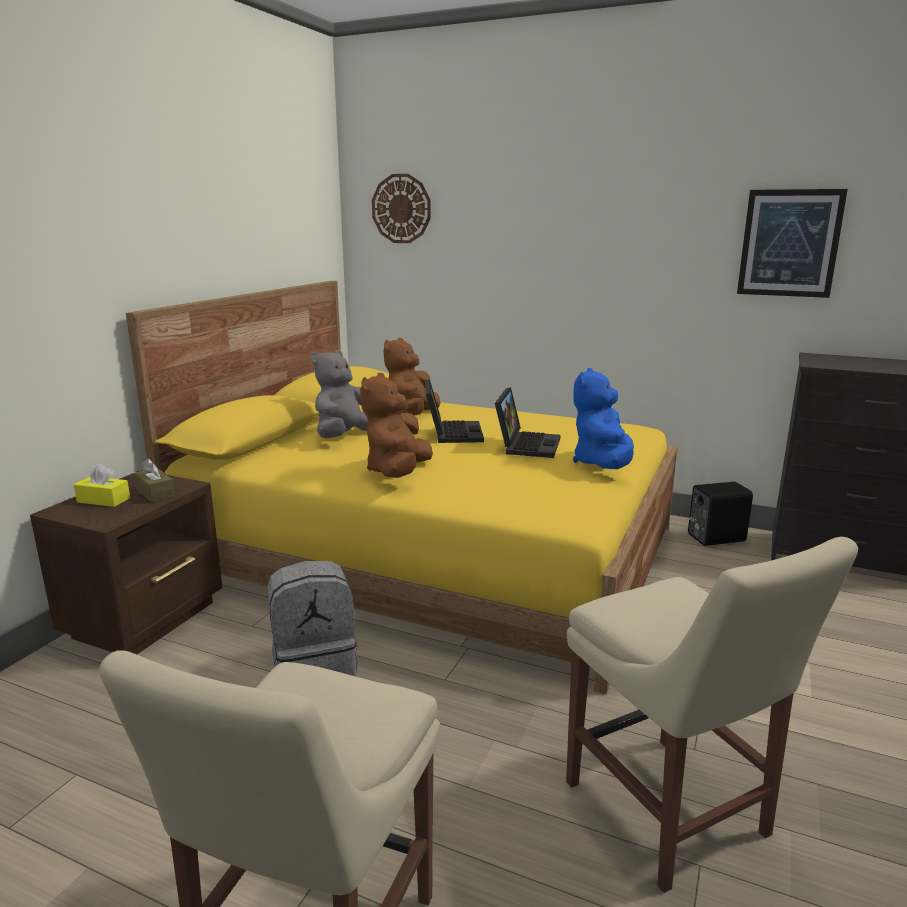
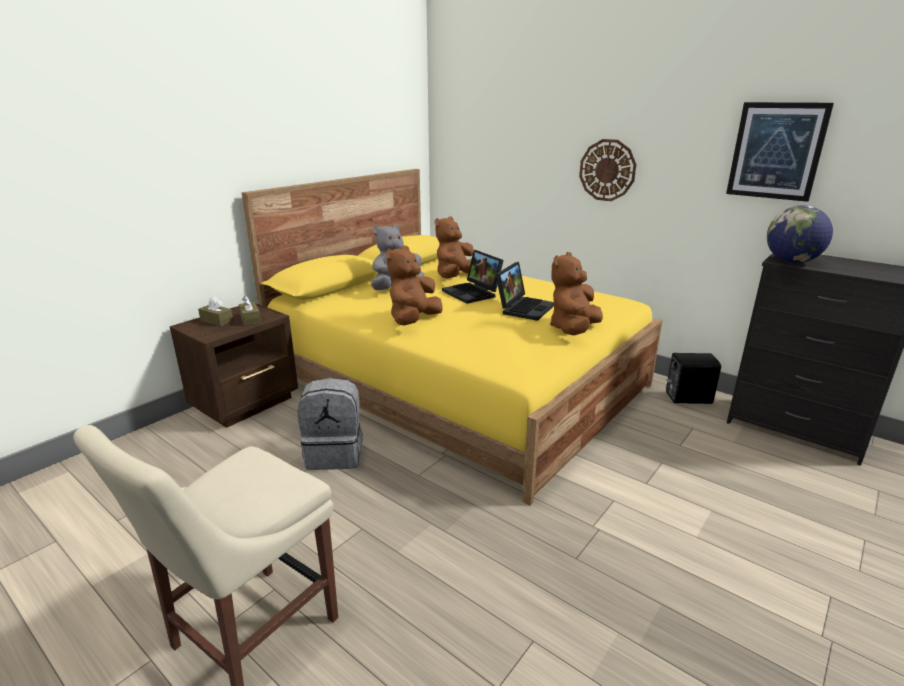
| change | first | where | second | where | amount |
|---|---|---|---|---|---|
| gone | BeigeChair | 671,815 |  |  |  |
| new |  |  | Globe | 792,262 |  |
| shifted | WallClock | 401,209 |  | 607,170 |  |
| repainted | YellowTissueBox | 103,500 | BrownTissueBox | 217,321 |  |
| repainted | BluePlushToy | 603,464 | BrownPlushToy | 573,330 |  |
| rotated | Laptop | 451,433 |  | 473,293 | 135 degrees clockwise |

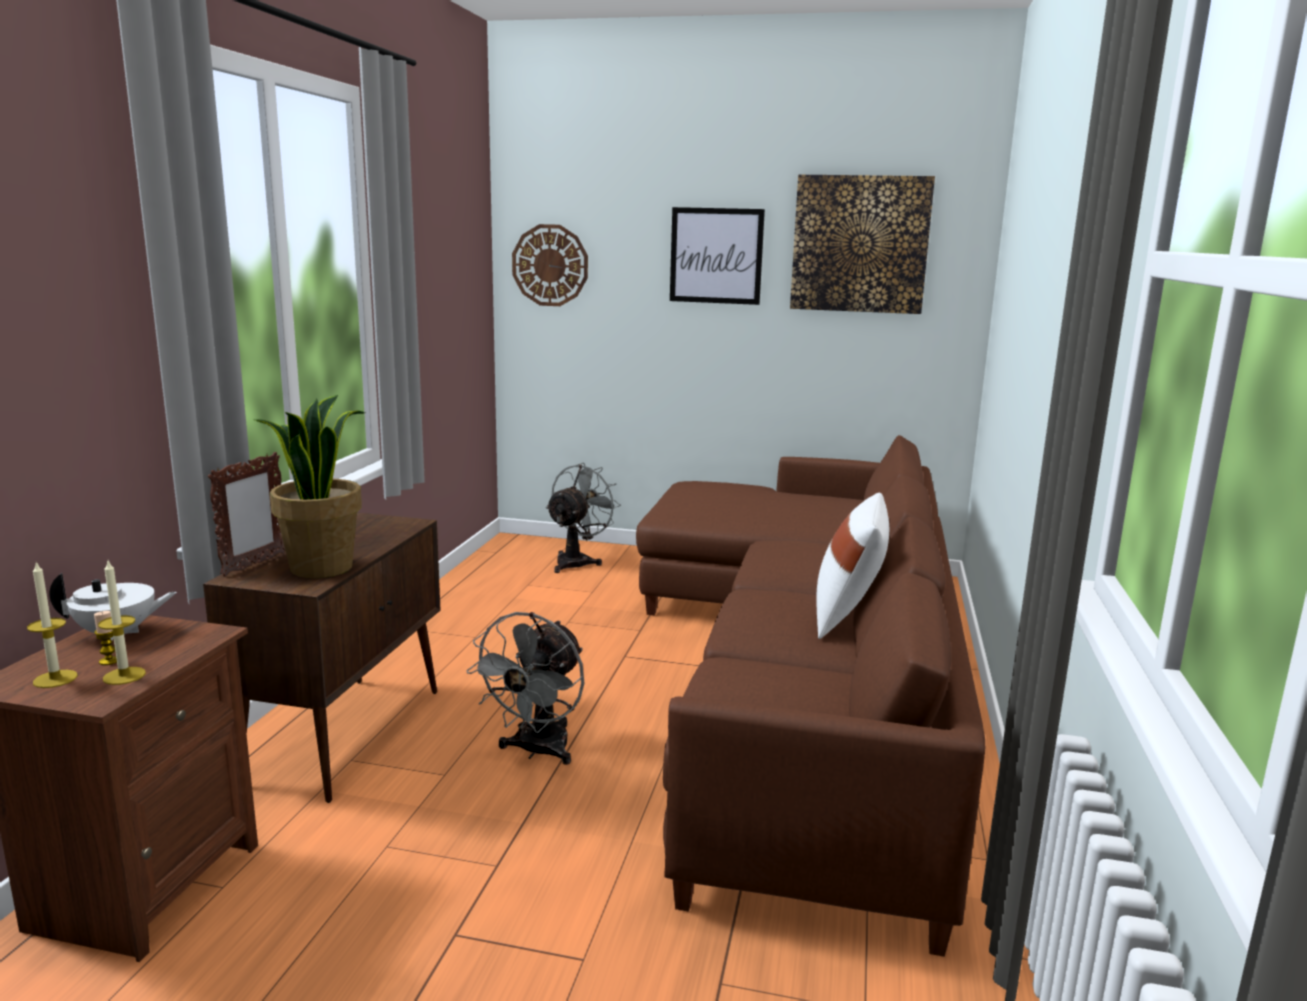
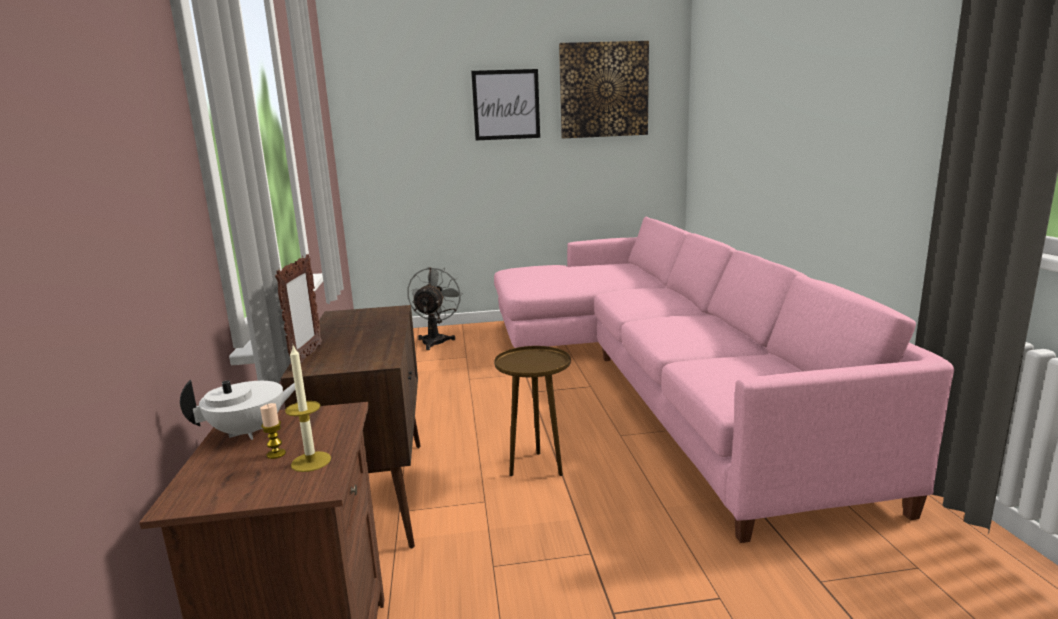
| change | first | where | second | where | amount |
|---|---|---|---|---|---|
| gone | Candle | 55,679 |  |  |  |
| gone | PottedPlant | 321,567 |  |  |  |
| gone | WallClock | 550,265 |  |  |  |
| gone | WhitePillow | 847,617 |  |  |  |
| swapped | GreyFan | 537,751 | BrownSideTable | 536,467 |  |
| repainted | BrownSofa | 801,667 | PinkSofa | 651,374 |  |

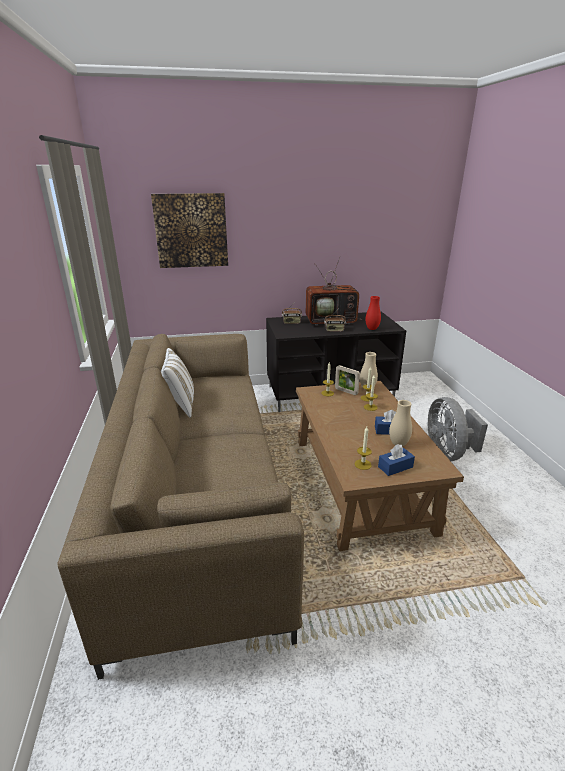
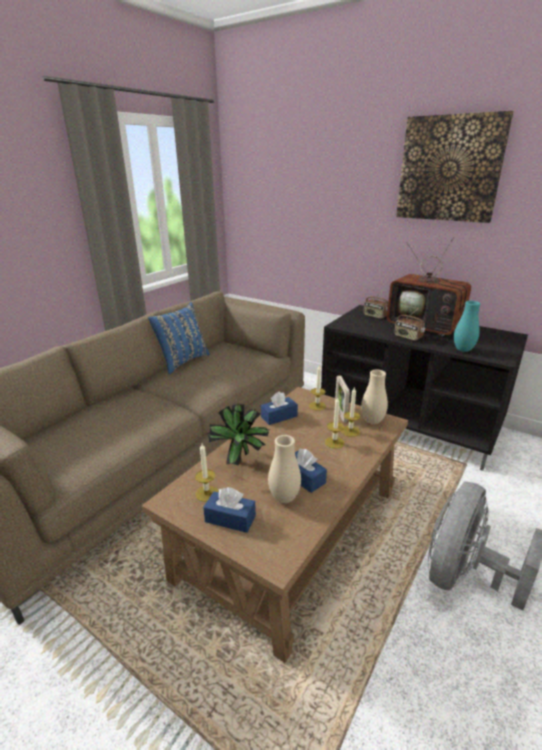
| change | first | where | second | where | amount |
|---|---|---|---|---|---|
| new |  |  | PottedPlant | 242,463 |  |
| new |  |  | BlueTissueBox | 279,416 |  |
| shifted | Picture | 191,231 |  | 449,169 |  |
| repainted | WhitePillow | 180,405 | BluePillow | 182,361 |  |
| repainted | RedVase | 372,329 | TurquoiseVase | 463,350 |  |

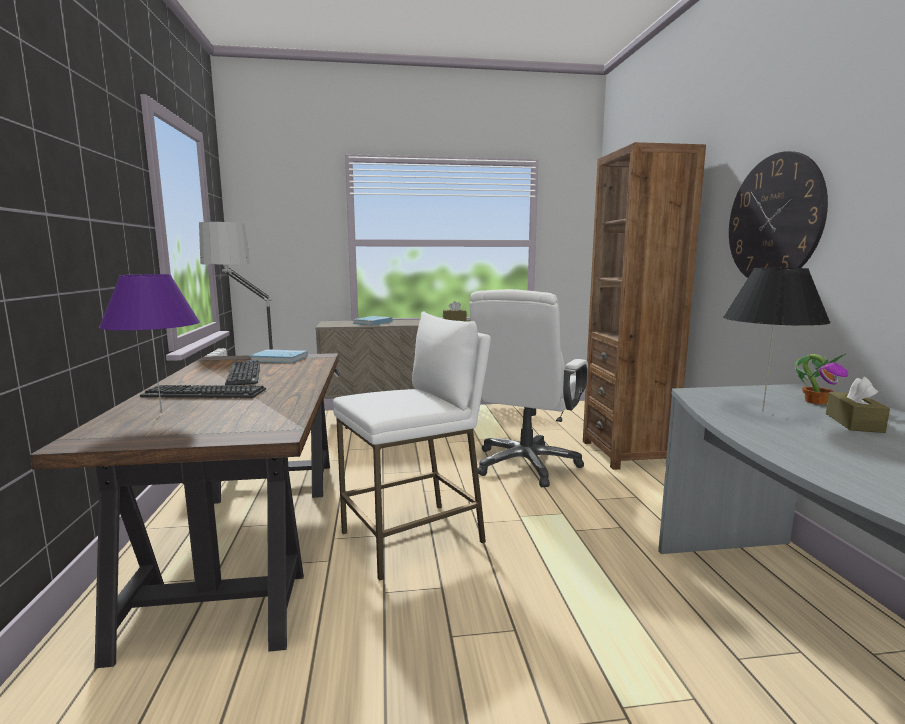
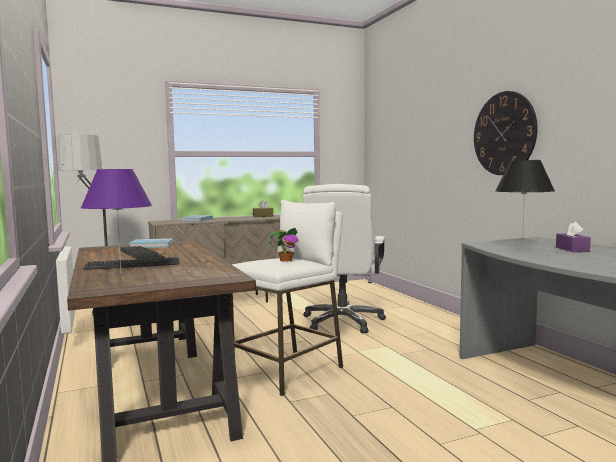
| change | first | where | second | where | amount |
|---|---|---|---|---|---|
| gone | BrownBookcase | 627,453 |  |  |  |
| shifted | PottedPlant | 815,401 |  | 286,260 |  |
| repainted | BrownTissueBox | 854,423 | PurpleTissueBox | 572,249 |  |

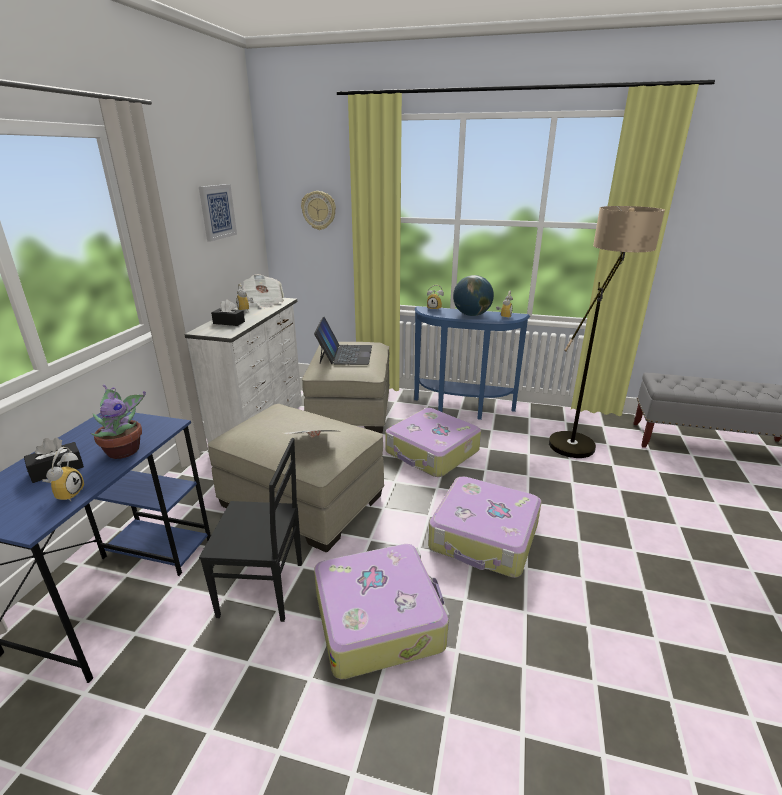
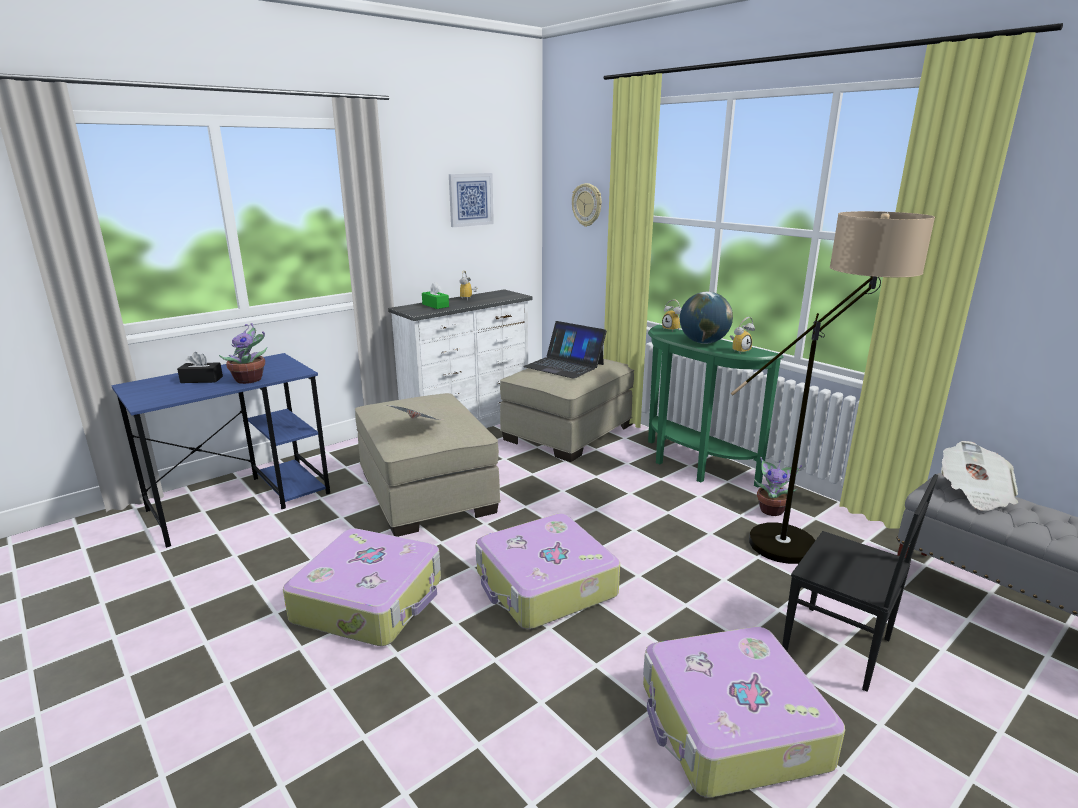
| change | first | where | second | where | amount |
|---|---|---|---|---|---|
| gone | AlarmClock | 67,494 |  |  |  |
| new |  |  | PottedPlant | 772,510 |  |
| shifted | BlackChair | 263,590 |  | 838,648 |  |
| shifted | Newspaper | 265,302 |  | 974,493 |  |
| shifted | Suitcase | 432,452 |  | 731,726 |  |
| repainted | BlackTissueBox | 229,322 | GreenTissueBox | 435,305 |  |
| repainted | BlueConsoleTable | 462,410 | GreenConsoleTable | 691,467 |  |
| rotated | Laptop | 345,354 |  | 564,365 | 90 degrees clockwise |

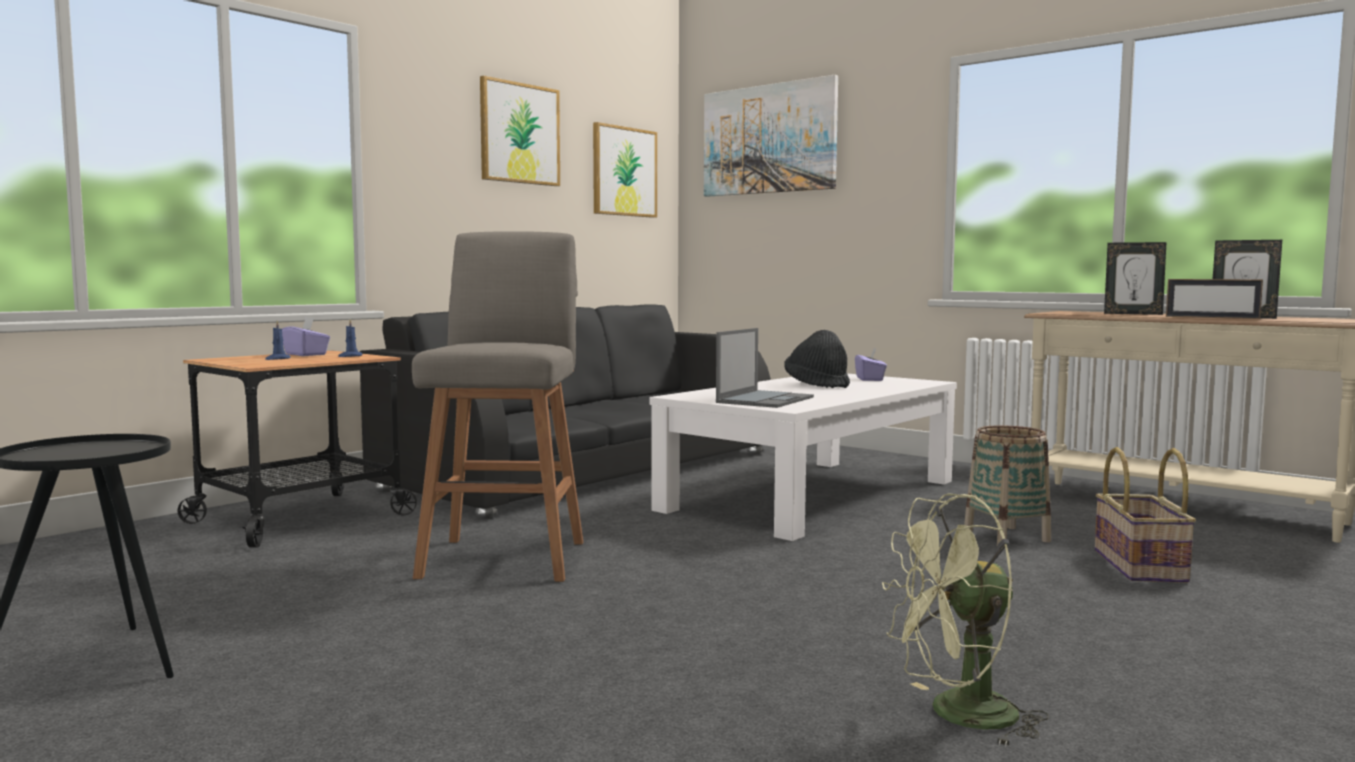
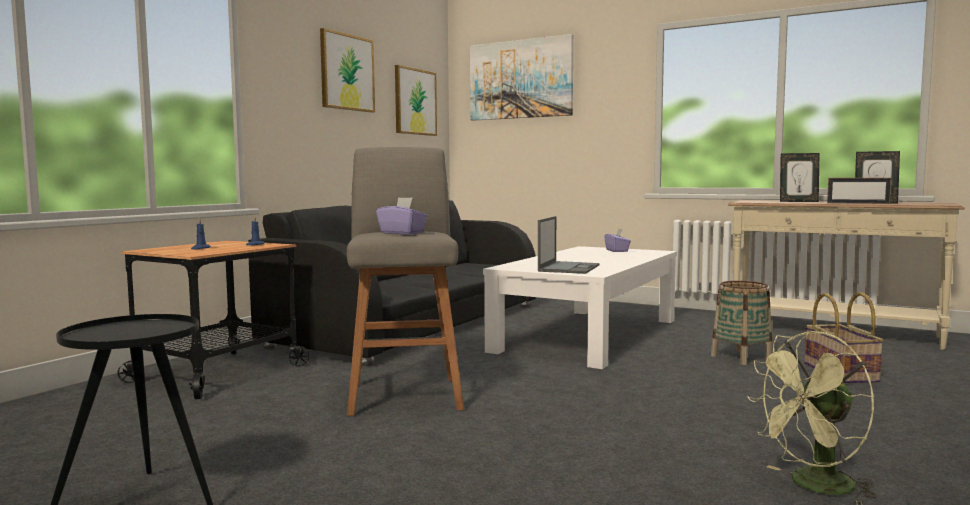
| change | first | where | second | where | amount |
|---|---|---|---|---|---|
| gone | BlackHat | 817,385 |  |  |  |
| shifted | PurpleTissueBox | 306,354 |  | 402,233 |  |

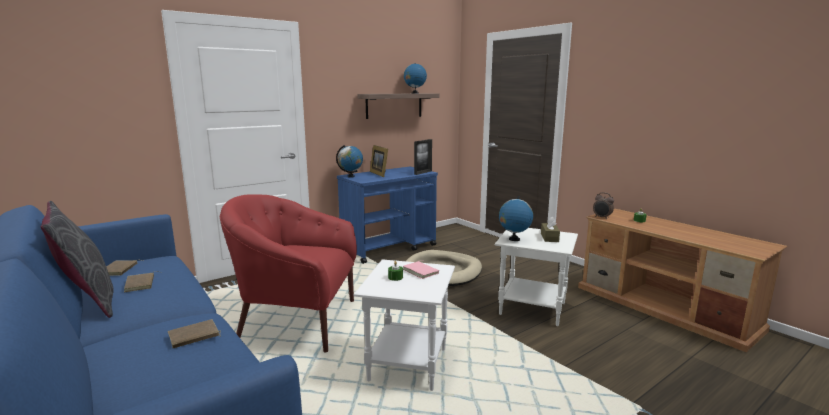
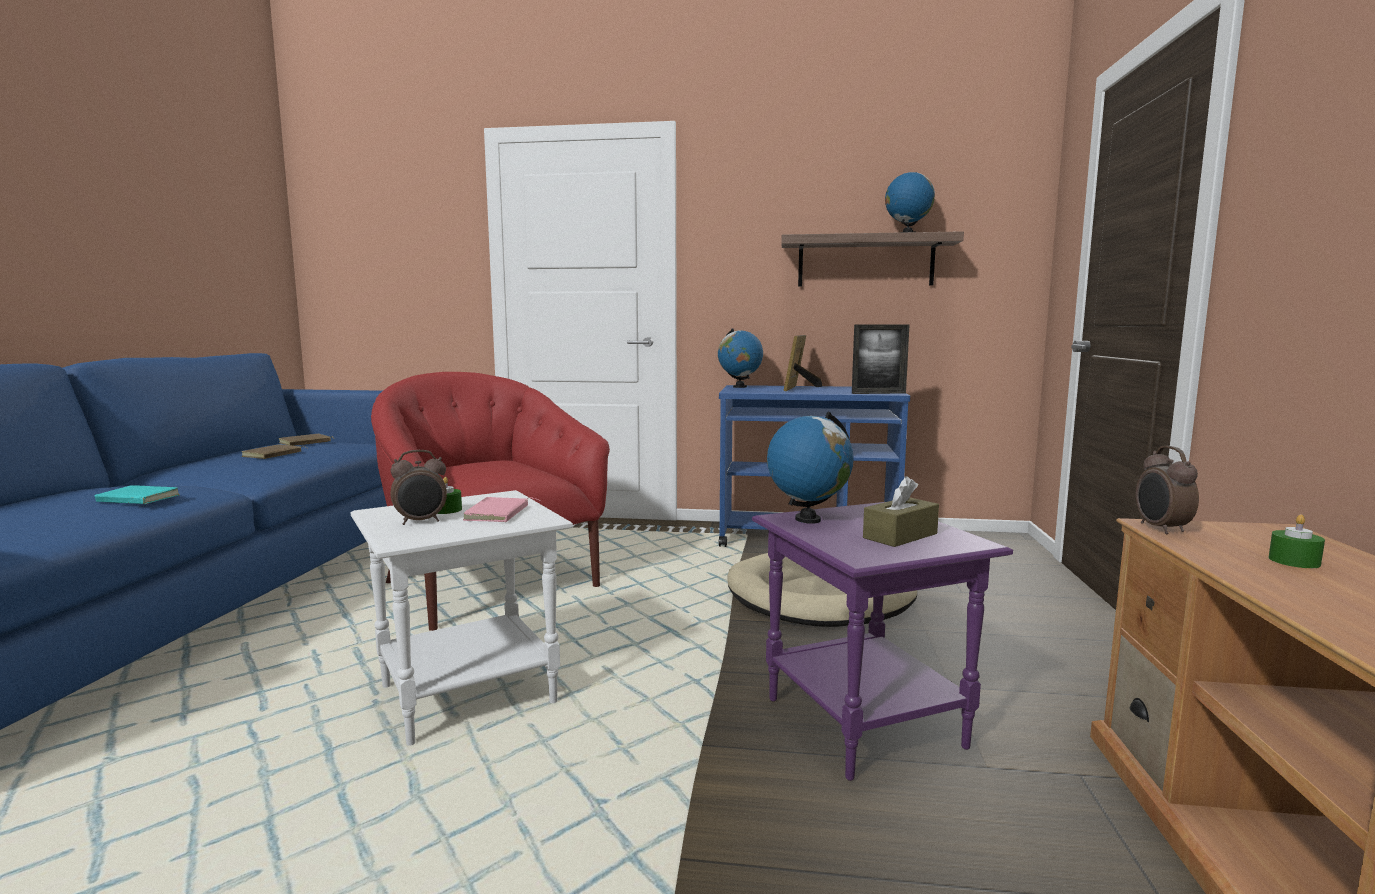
| change | first | where | second | where | amount |
|---|---|---|---|---|---|
| gone | GreyPillow | 88,302 |  |  |  |
| new |  |  | AlarmClock | 421,522 |  |
| repainted | BrownBook | 194,337 | TurquoiseBook | 136,499 |  |
| repainted | WhiteSideTable | 531,308 | PurpleSideTable | 862,721 |  |

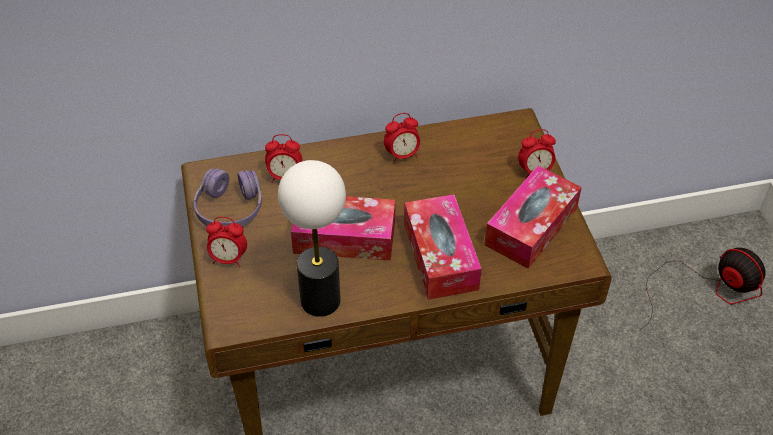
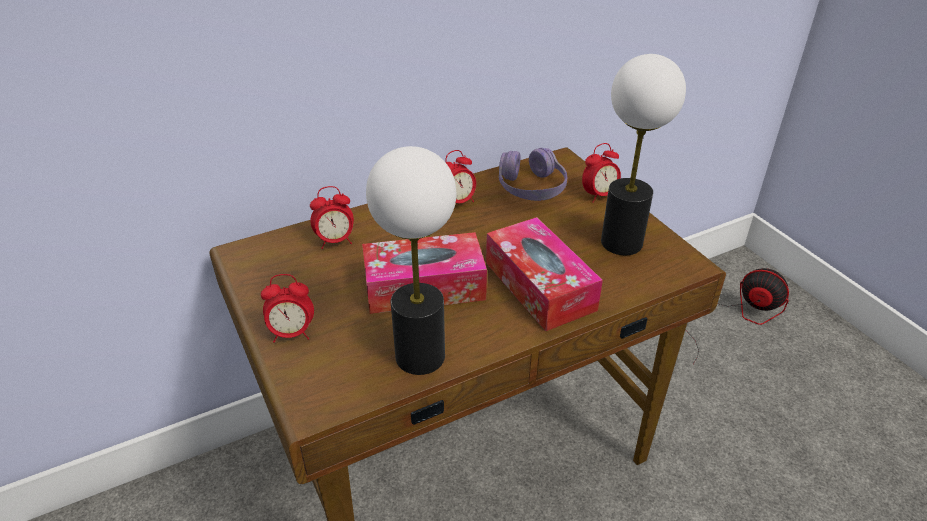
| change | first | where | second | where | amount |
|---|---|---|---|---|---|
| shifted | PurpleHeadphones | 230,209 |  | 531,187 |  |
| swapped | TissueBox | 531,226 | TableLamp | 621,242 |  |

